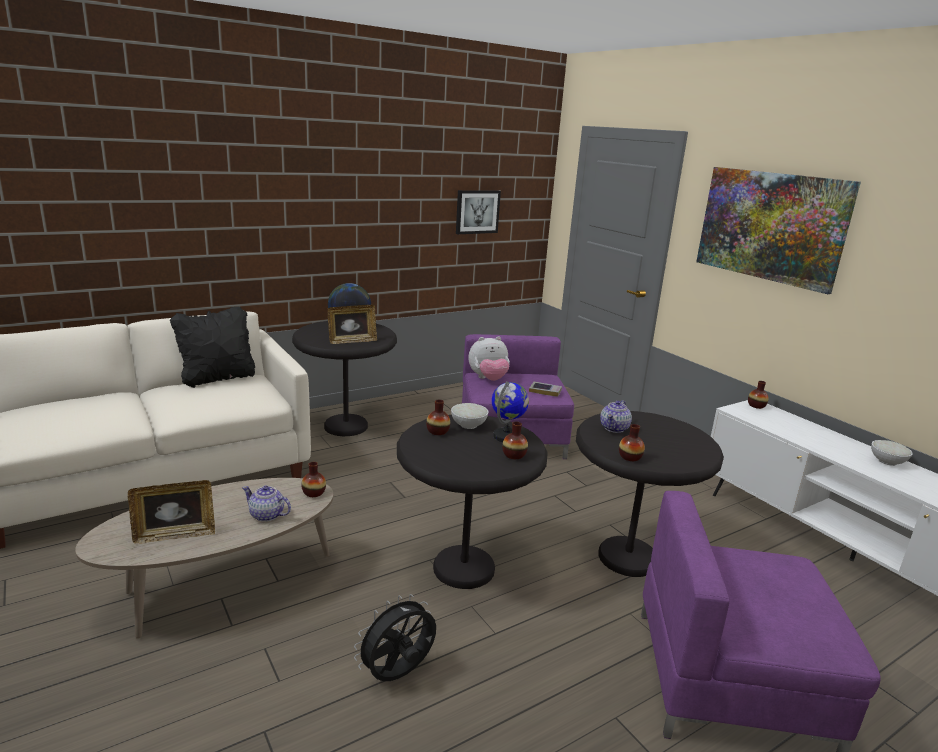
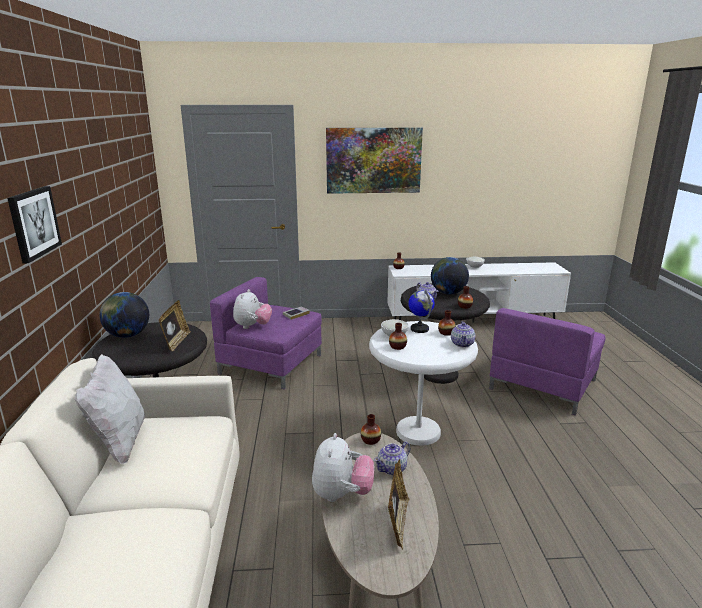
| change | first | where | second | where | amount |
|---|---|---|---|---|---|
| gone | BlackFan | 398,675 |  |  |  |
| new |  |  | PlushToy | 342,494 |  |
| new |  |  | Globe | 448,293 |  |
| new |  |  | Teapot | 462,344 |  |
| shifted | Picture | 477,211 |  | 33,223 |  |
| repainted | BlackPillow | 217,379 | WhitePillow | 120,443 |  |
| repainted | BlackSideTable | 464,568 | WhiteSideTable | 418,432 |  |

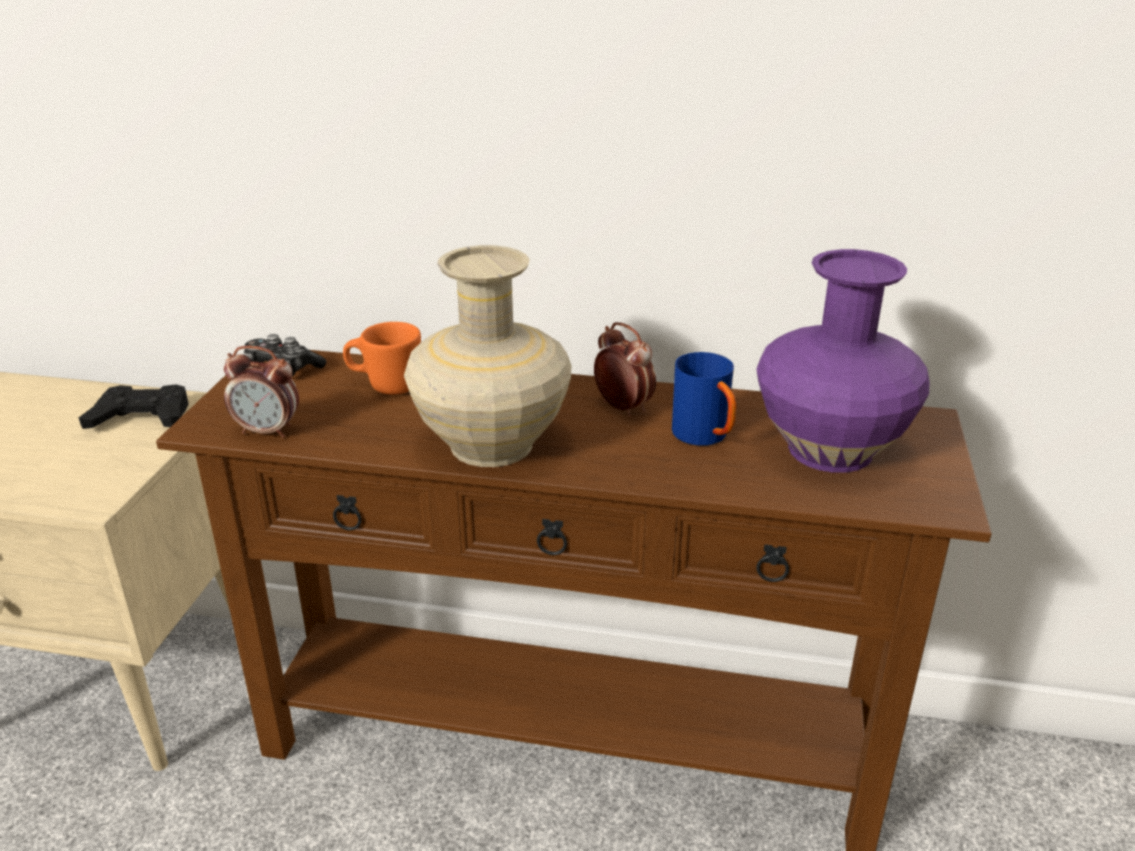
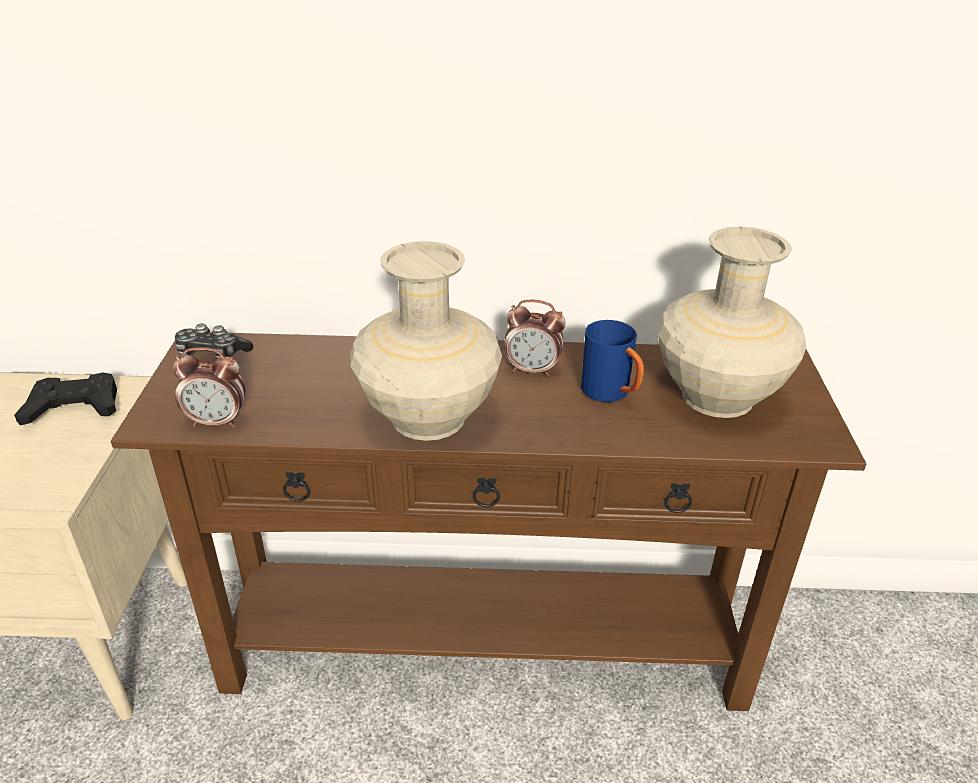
| change | first | where | second | where | amount |
|---|---|---|---|---|---|
| gone | OrangeMug | 385,386 |  |  |  |
| repainted | PurpleVase | 828,450 | BeigeVase | 716,397 |  |
| rotated | AlarmClock | 623,408 |  | 532,370 | 150 degrees clockwise |

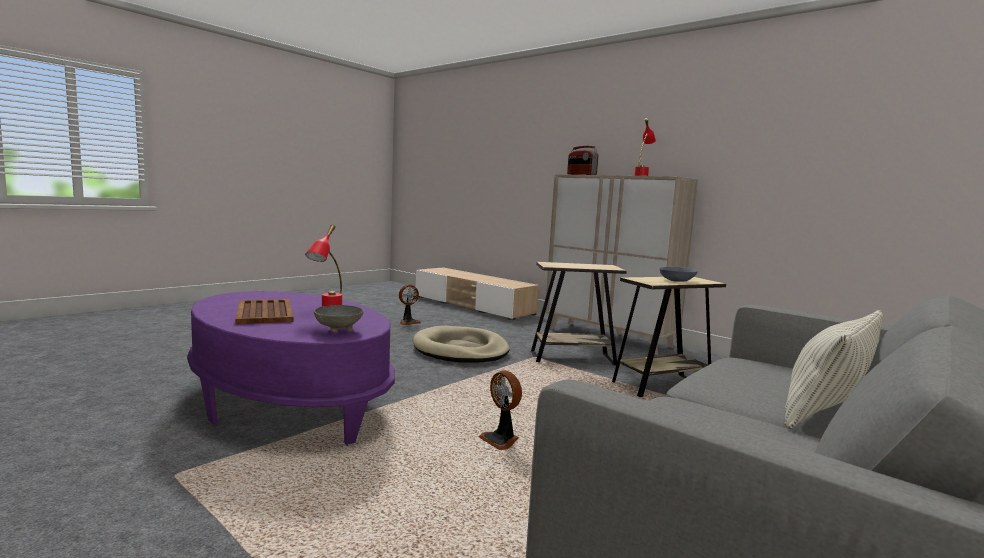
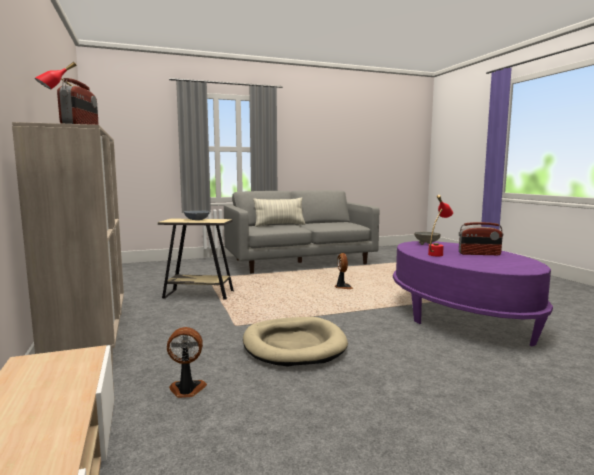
| change | first | where | second | where | amount |
|---|---|---|---|---|---|
| gone | BeigeSideTable | 572,358 |  |  |  |
| shifted | Fan | 408,322 |  | 187,390 |  |
| swapped | BrownTray | 264,313 | Radio | 479,254 |  |

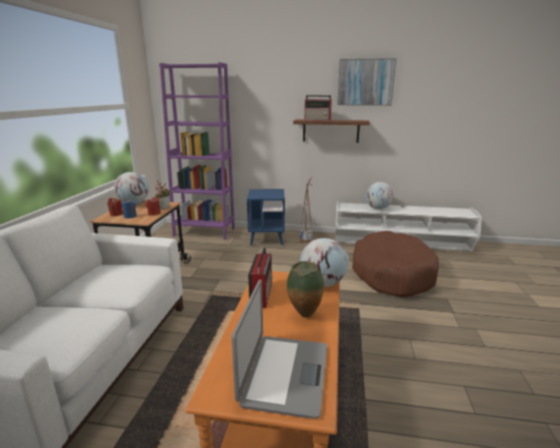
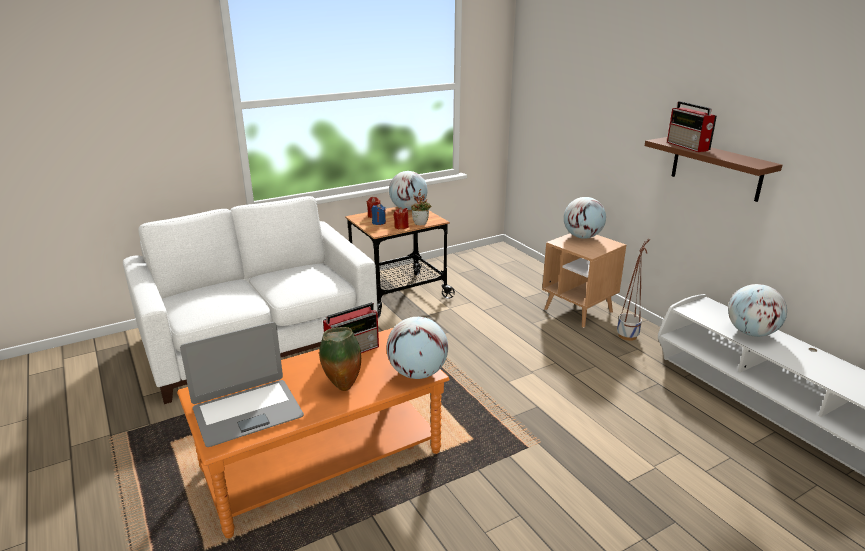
| change | first | where | second | where | amount |
|---|---|---|---|---|---|
| gone | PurpleBookcase | 204,232 |  |  |  |
| gone | Picture | 365,82 |  |  |  |
| gone | BrownDogBed | 391,274 |  |  |  |
| new |  |  | Globe | 582,237 |  |
| repainted | BlueSideTable | 266,239 | BrownSideTable | 578,311 |  |

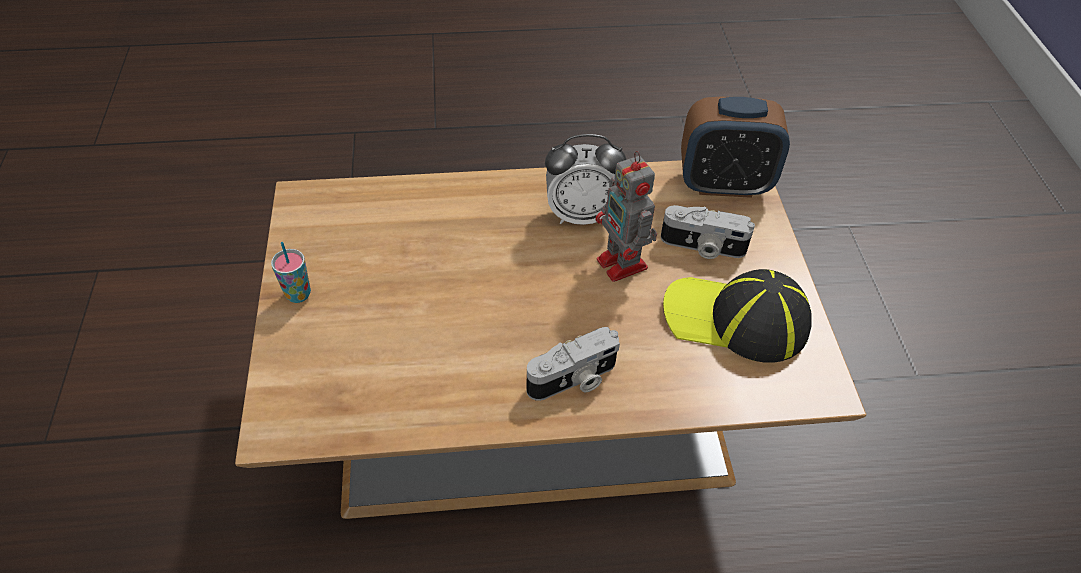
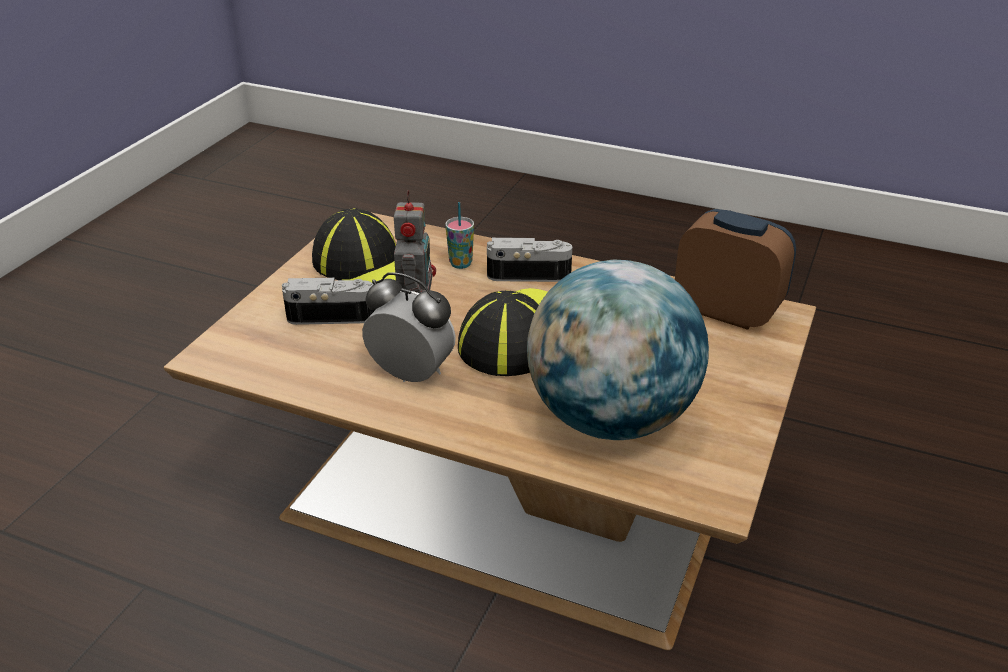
| change | first | where | second | where | amount |
|---|---|---|---|---|---|
| new |  |  | Cap | 513,336 |  |
| new |  |  | Globe | 610,419 |  |
| shifted | Cup | 298,294 |  | 460,264 |  |
| shifted | AlarmClock | 724,184 |  | 727,312 |  |
| rotated | PhotoCamera | 702,247 |  | 332,315 | 45 degrees counterclockwise |

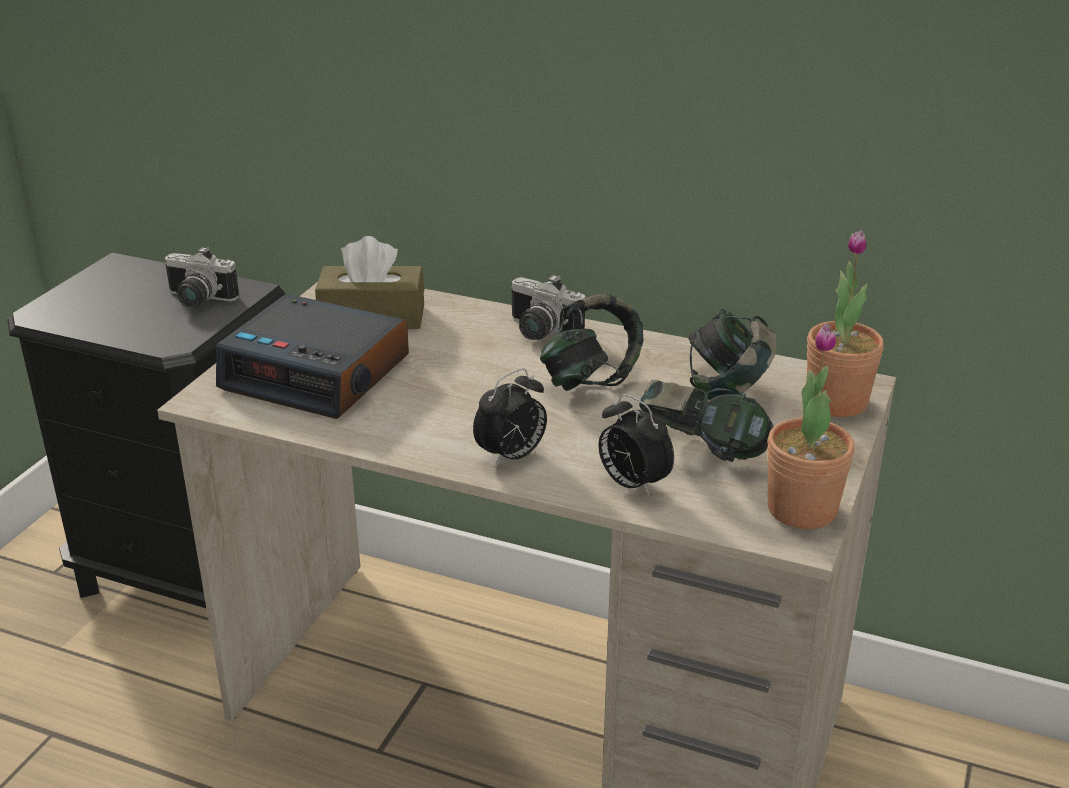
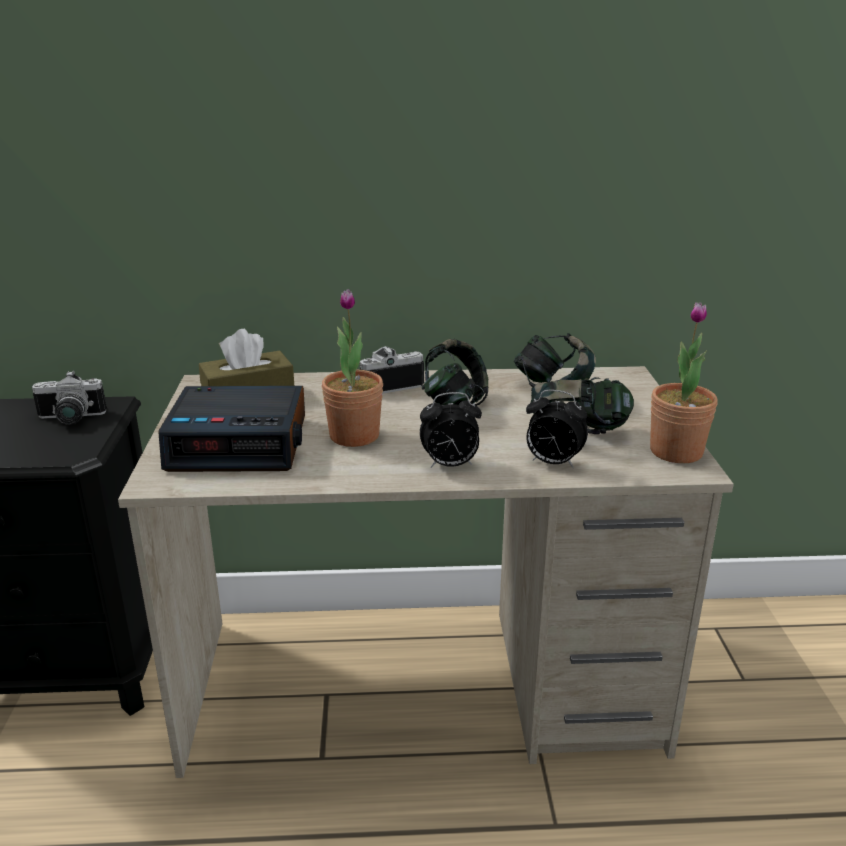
| change | first | where | second | where | amount |
|---|---|---|---|---|---|
| shifted | PottedPlant | 836,402 |  | 354,436 |  |
| rotated | AlarmClock | 511,457 |  | 449,465 | 60 degrees clockwise |
| rotated | PhotoCamera | 539,332 |  | 387,384 | 150 degrees clockwise |

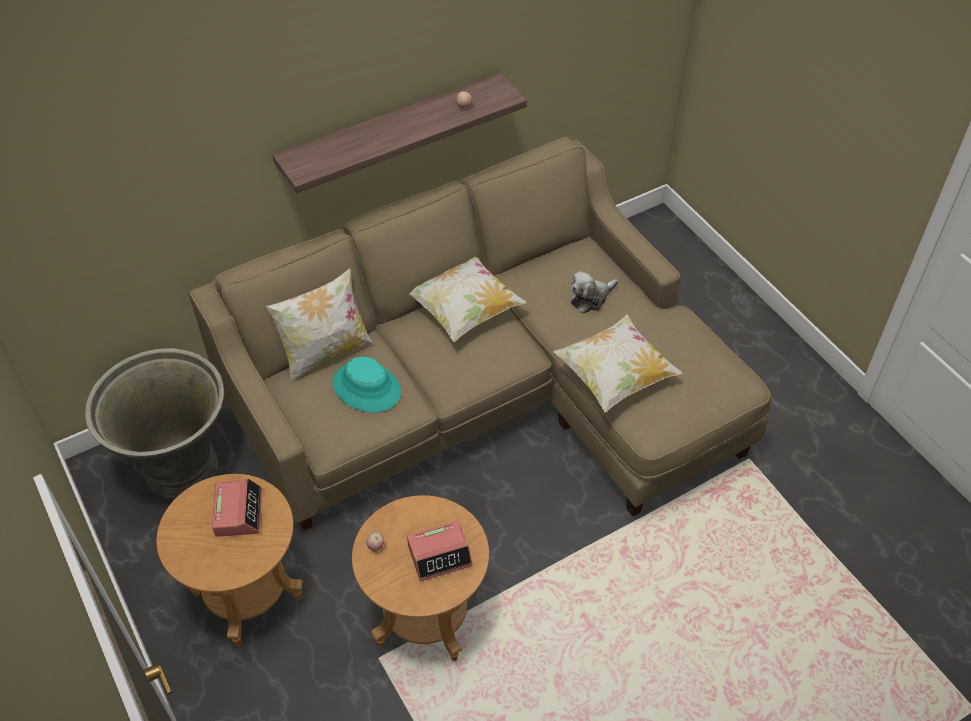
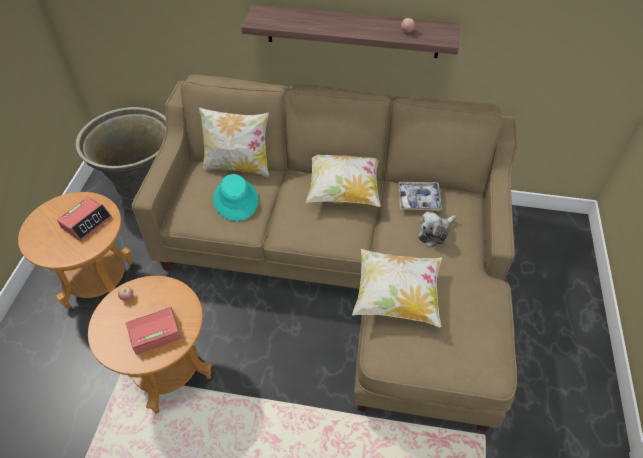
| change | first | where | second | where | amount |
|---|---|---|---|---|---|
| new |  |  | Tray | 419,200 |  |
| rotated | AlarmClock | 440,555 |  | 154,332 | 135 degrees clockwise |
| rotated | PlushToy | 591,298 |  | 435,233 | 45 degrees counterclockwise |

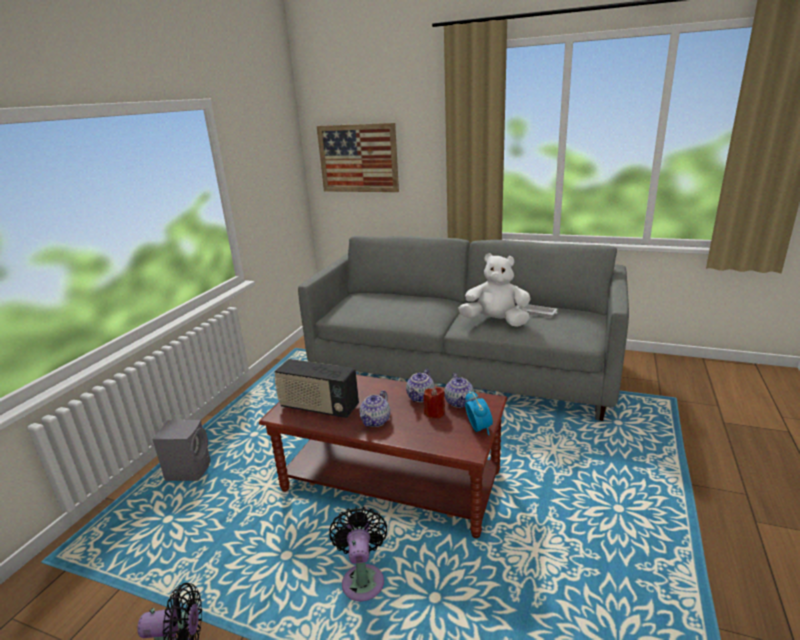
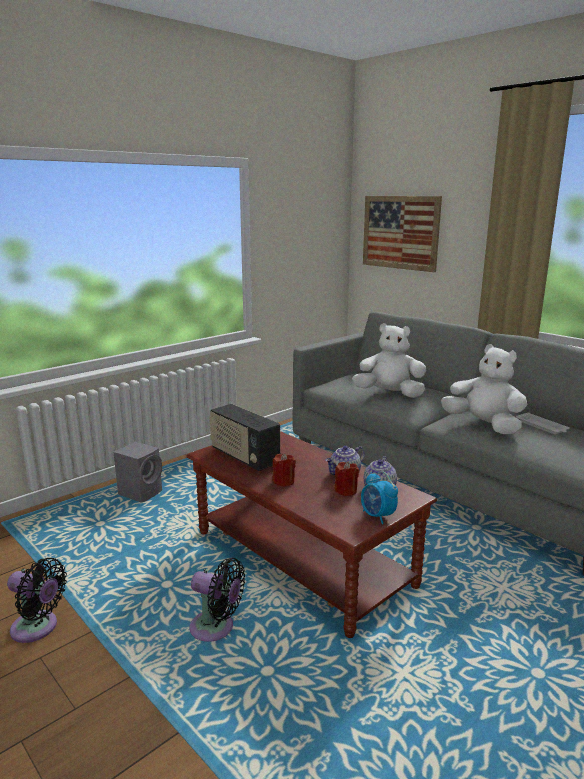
| change | first | where | second | where | amount |
|---|---|---|---|---|---|
| new |  |  | WhitePlushToy | 389,394 |  |
| swapped | Teapot | 376,421 | RedCandle | 283,481 |  |
| rotated | BlackFan | 363,578 |  | 216,628 | 90 degrees clockwise |
| rotated | AlarmClock | 478,428 |  | 377,516 | 135 degrees clockwise |

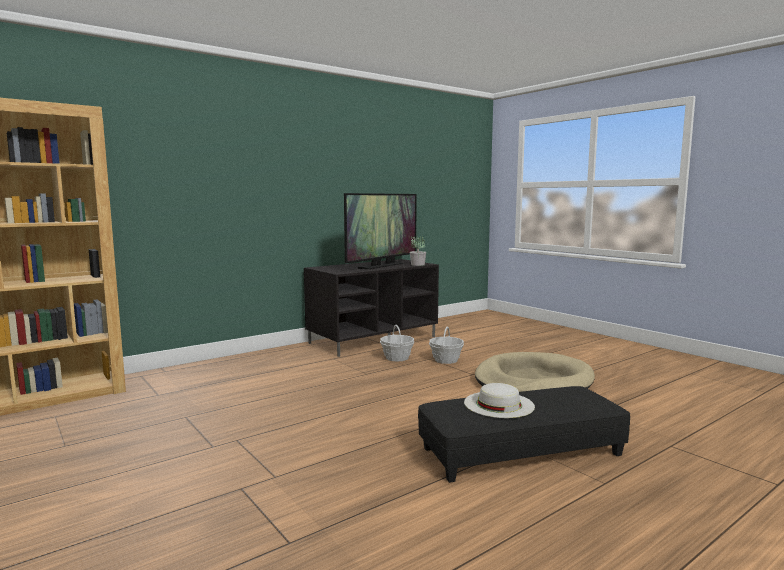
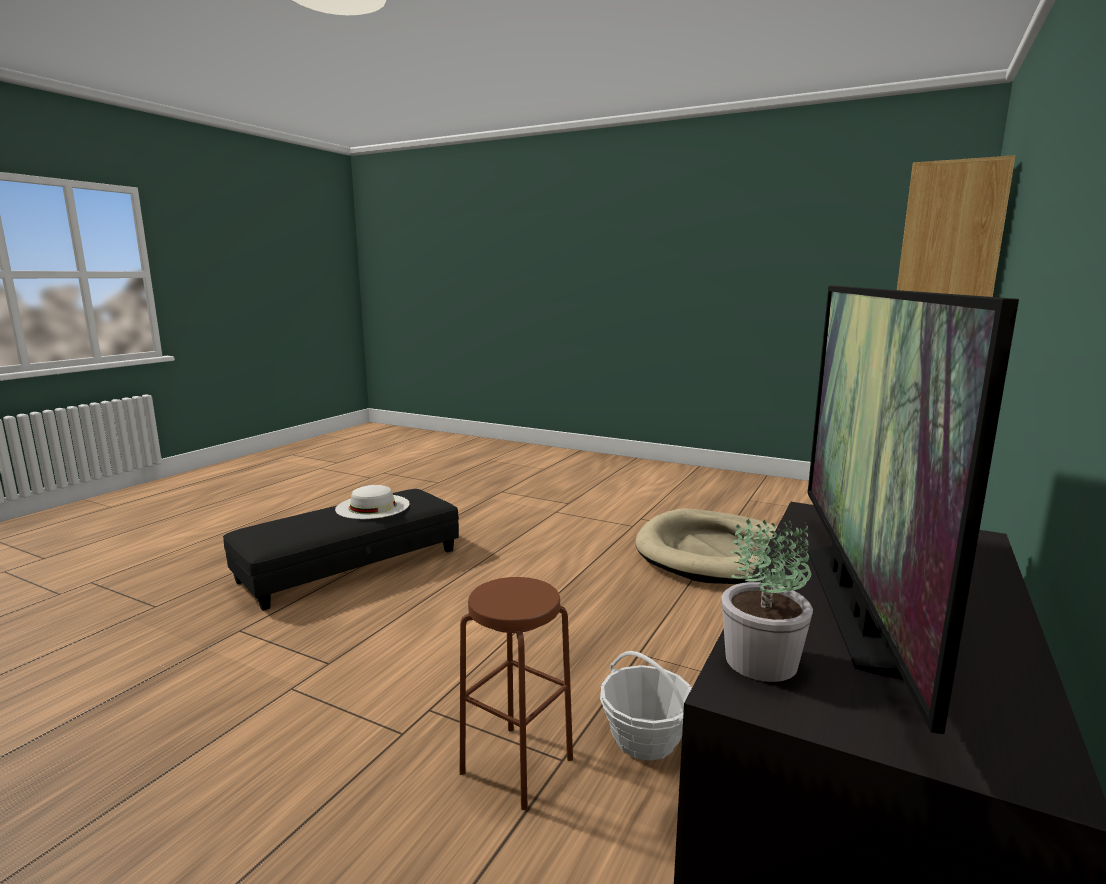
| change | first | where | second | where | amount |
|---|---|---|---|---|---|
| shifted | BeigeDogBed | 533,381 |  | 714,553 |  |
| swapped | Basket | 446,360 | BrownStool | 516,765 |  |

